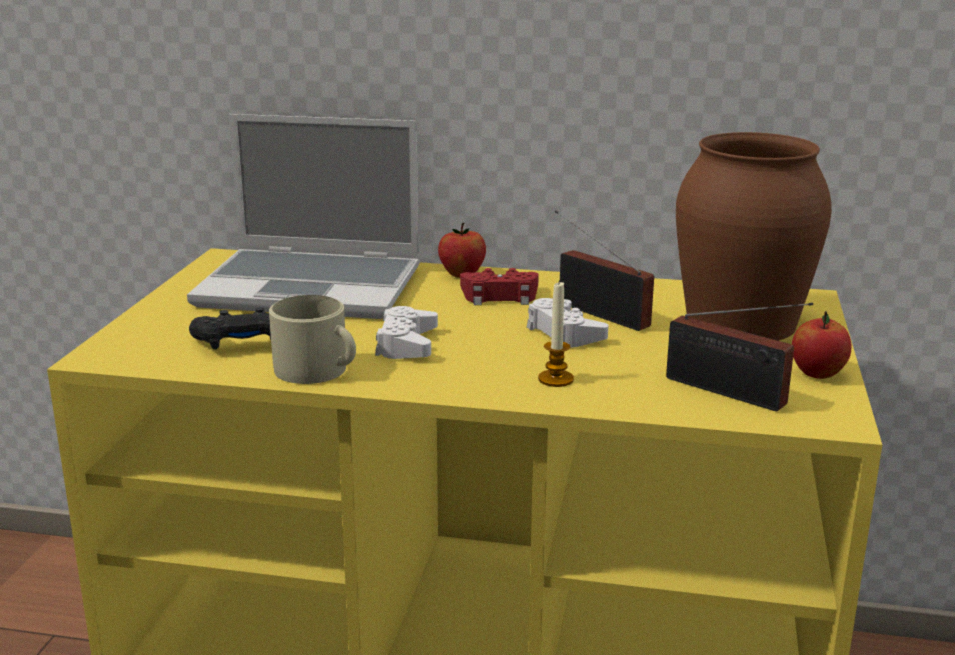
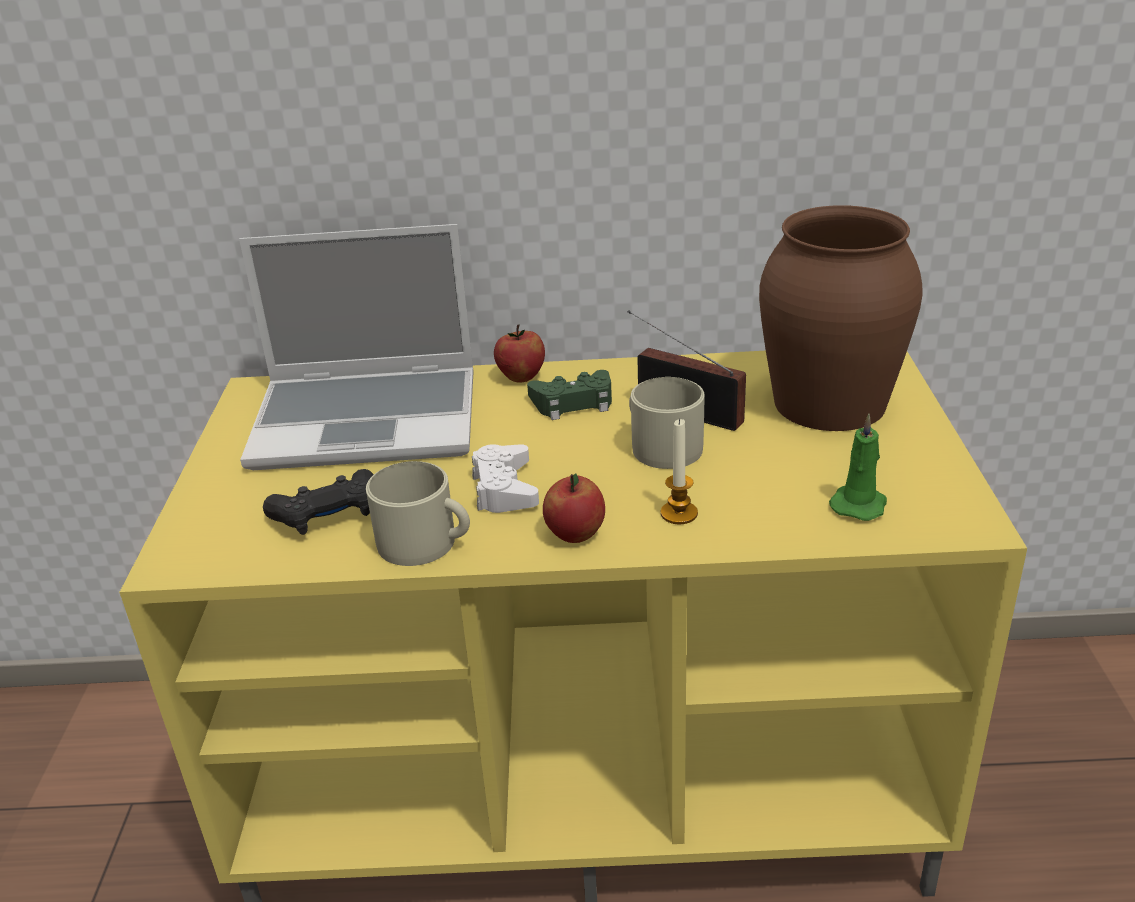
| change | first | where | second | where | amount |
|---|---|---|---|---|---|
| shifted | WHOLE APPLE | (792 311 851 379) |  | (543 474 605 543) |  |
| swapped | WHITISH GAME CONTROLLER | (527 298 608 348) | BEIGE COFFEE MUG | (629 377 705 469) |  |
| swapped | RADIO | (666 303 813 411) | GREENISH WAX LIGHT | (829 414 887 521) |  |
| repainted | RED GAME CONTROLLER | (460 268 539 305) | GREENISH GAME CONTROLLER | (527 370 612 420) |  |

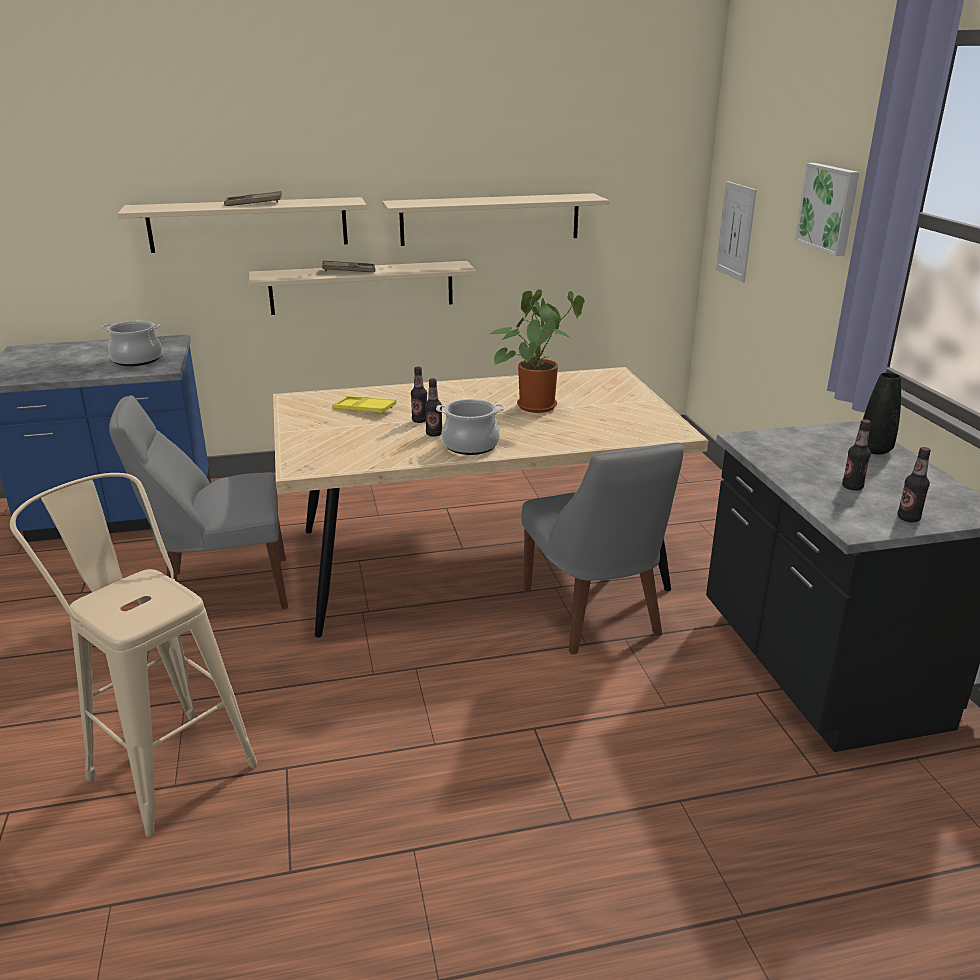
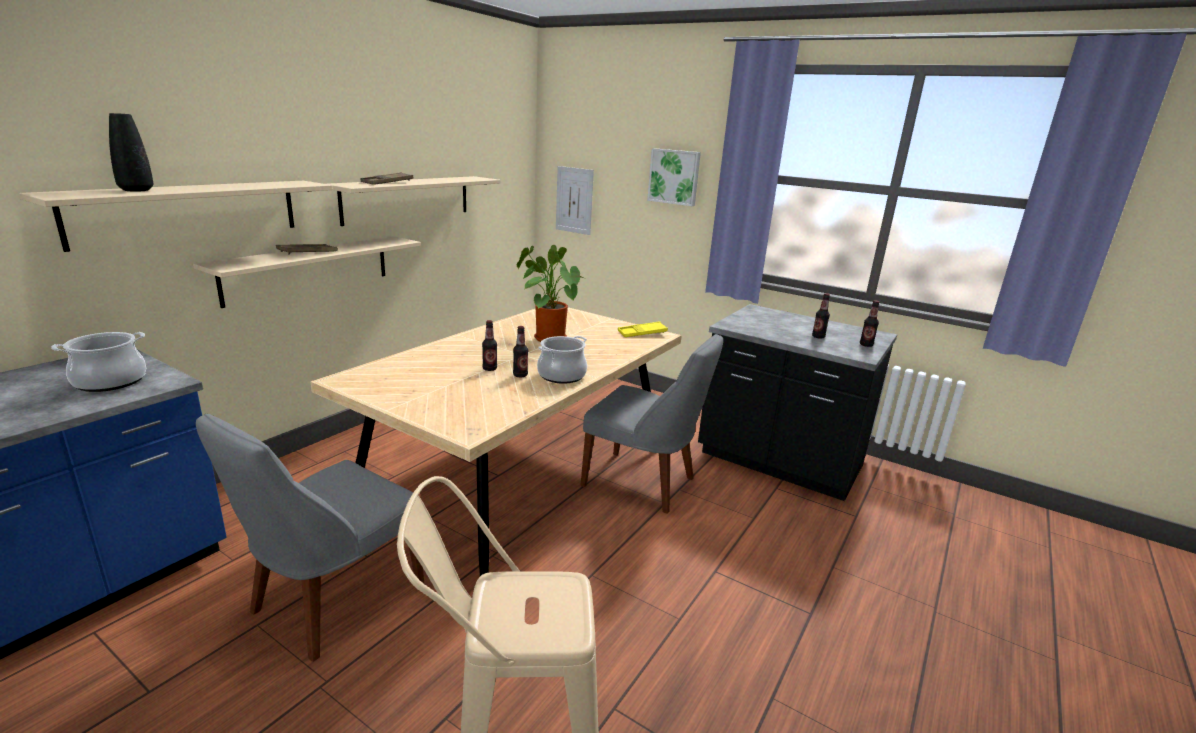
| change | first | where | second | where | amount |
|---|---|---|---|---|---|
| shifted | BROWN SERVING TRAY | (224 191 282 206) |  | (361 172 413 185) |  |
| shifted | YELLOW SERVING TRAY | (333 396 397 414) |  | (618 321 668 337) |  |
| shifted | BLACK-COLOURED FLOWER VASE | (863 372 901 455) |  | (109 113 153 192) |  |

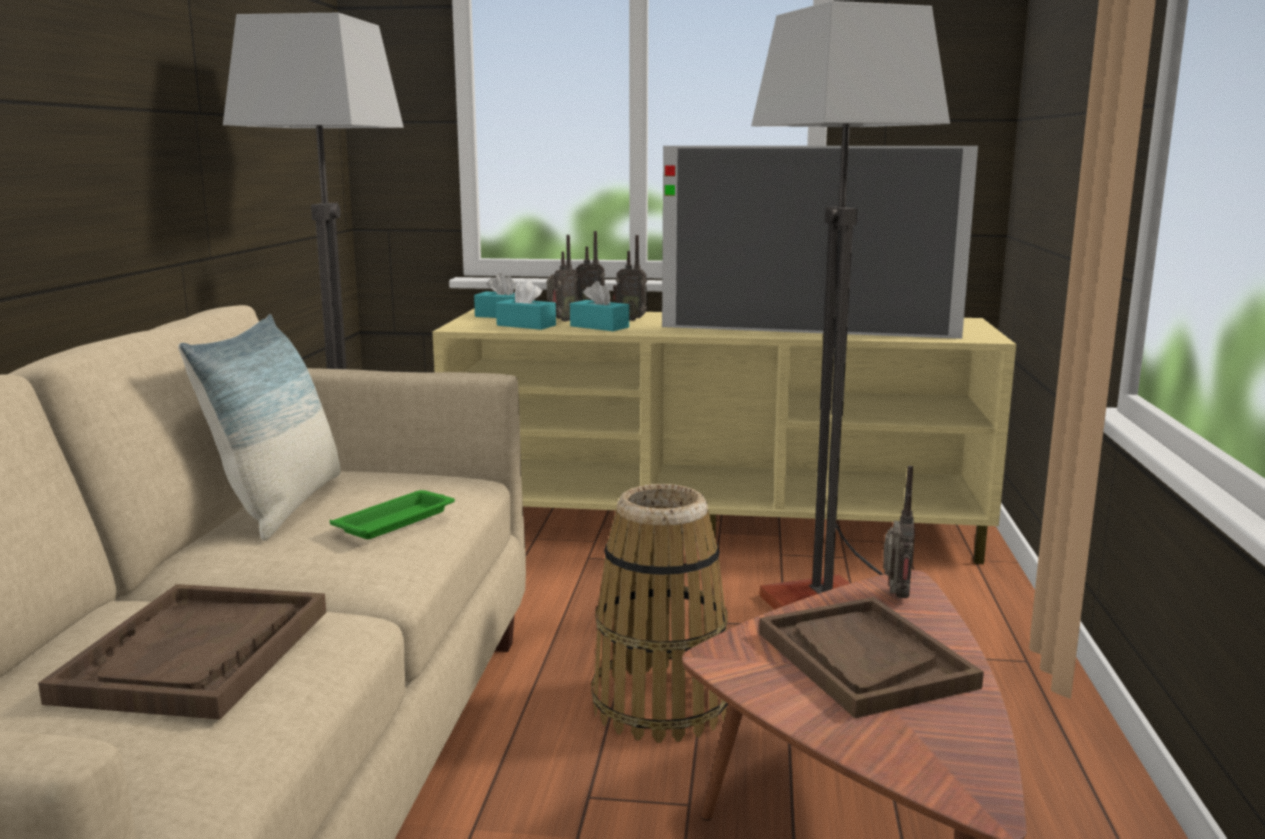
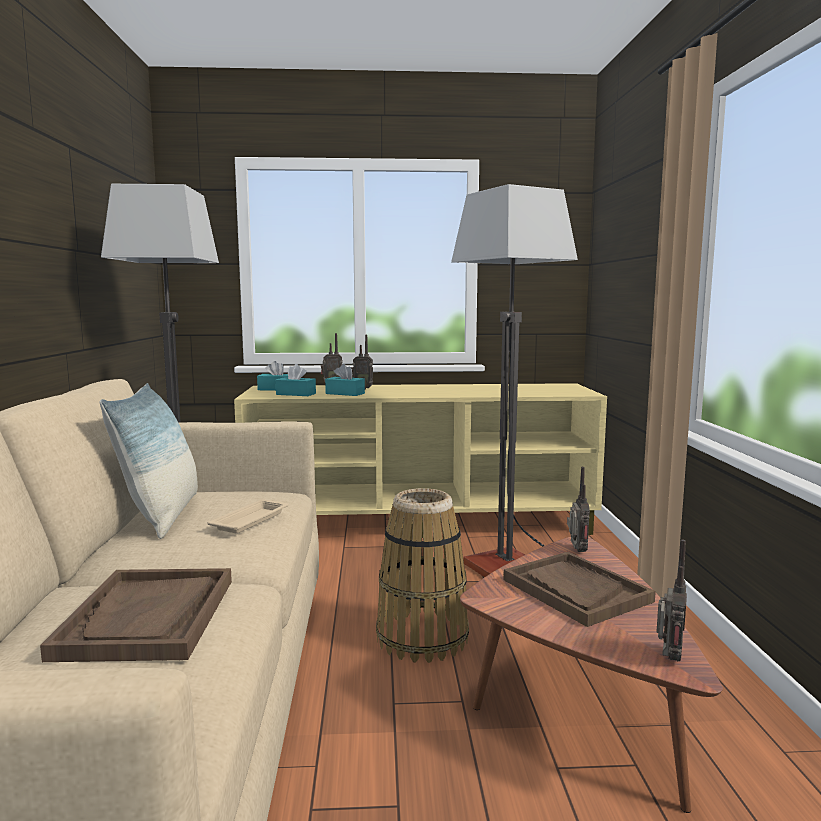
| change | first | where | second | where | amount |
|---|---|---|---|---|---|
| gone | TV | (662 146 978 339) |  |  |  |
| shifted | RADIO | (547 235 578 322) |  | (656 540 687 662) |  |
| repainted | GREENISH SERVING TRAY | (330 490 455 539) | BEIGE SERVING TRAY | (207 500 289 533) |  |

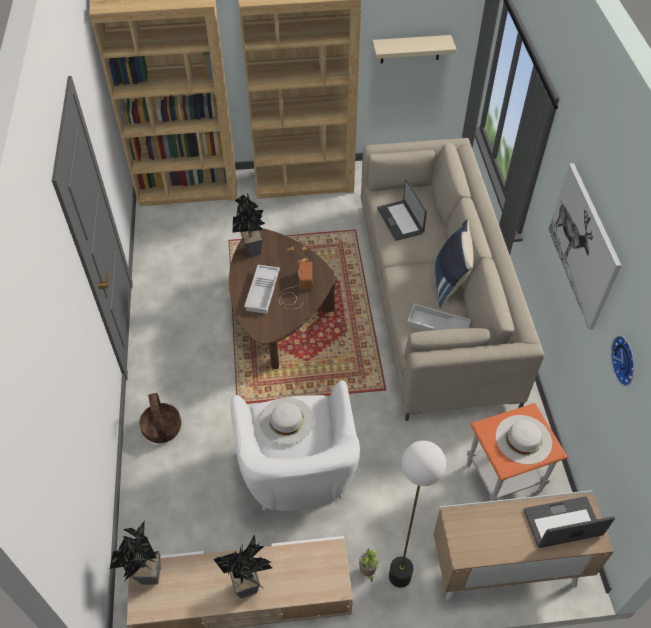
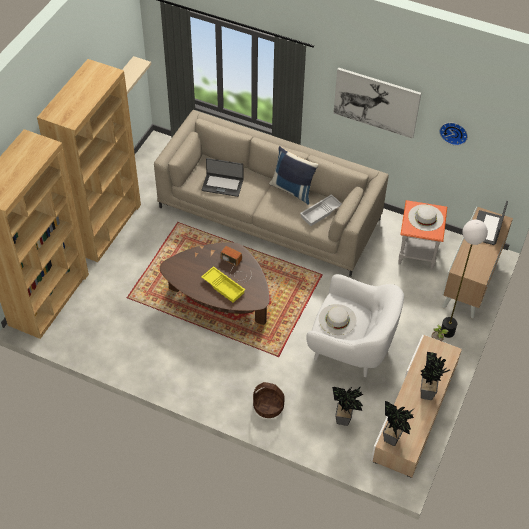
| change | first | where | second | where | amount |
|---|---|---|---|---|---|
| shifted | PLANT IN A POT | (233 194 265 257) |  | (332 386 363 426) |  |
| repainted | WHITISH SERVING TRAY | (244 265 280 314) | YELLOW SERVING TRAY | (201 266 245 303) |  |

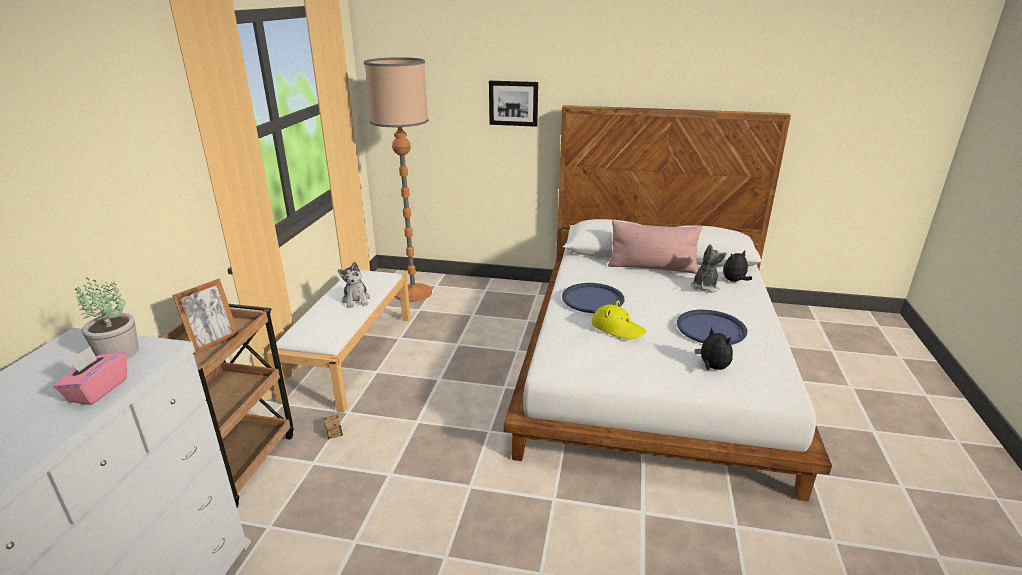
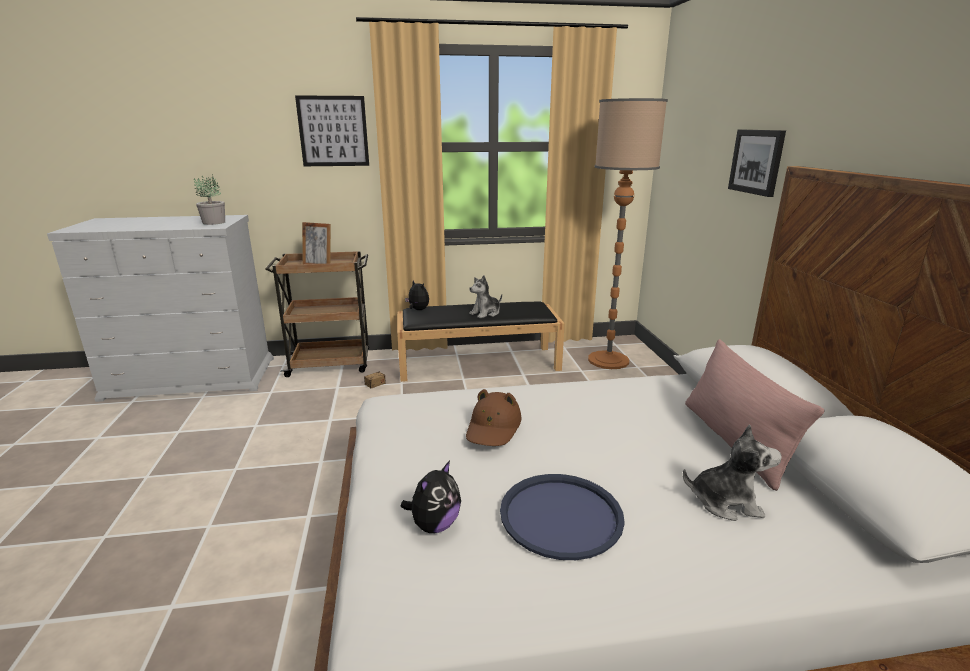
| change | first | where | second | where | amount |
|---|---|---|---|---|---|
| gone | PINK-COLOURED TISSUE HOLDER | (54 346 127 405) |  |  |  |
| gone | BLUISH SERVING TRAY | (562 283 624 313) |  |  |  |
| new |  |  | PICTURE | (295 95 369 166) |  |
| shifted | SOFT TOY | (723 251 752 282) |  | (405 281 429 310) |  |
| repainted | WHITISH INDOOR BENCH | (267 270 410 413) | BLACK-COLOURED INDOOR BENCH | (397 302 565 382) |  |
| repainted | YELLOW CLOTHING HAT | (592 300 646 339) | BROWN CLOTHING HAT | (466 389 521 446) |  |

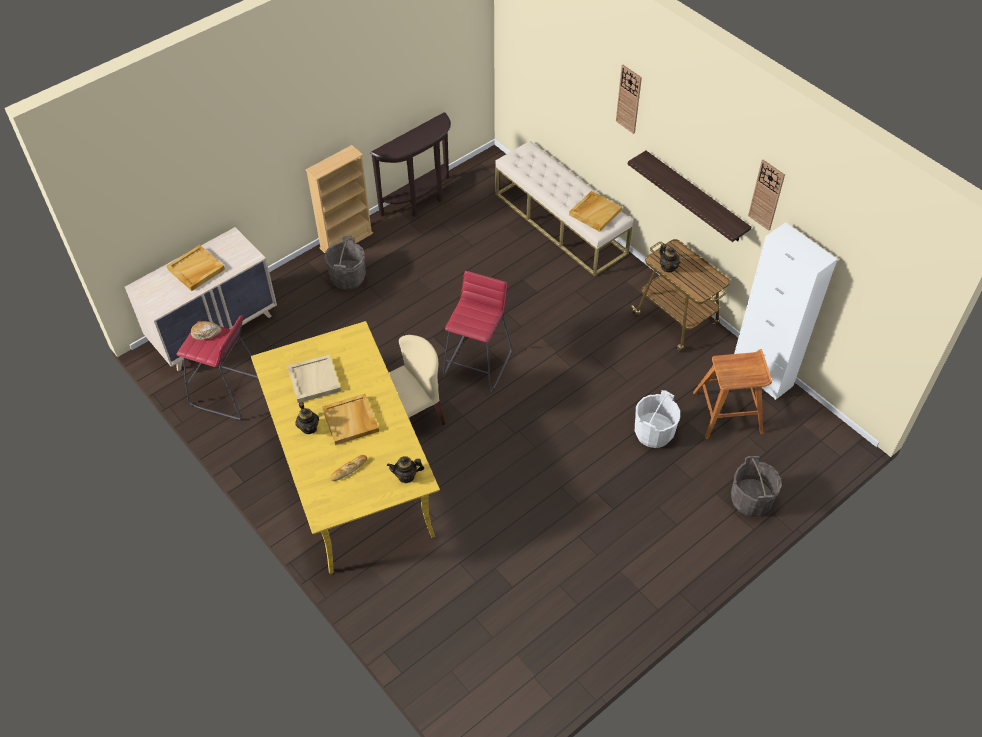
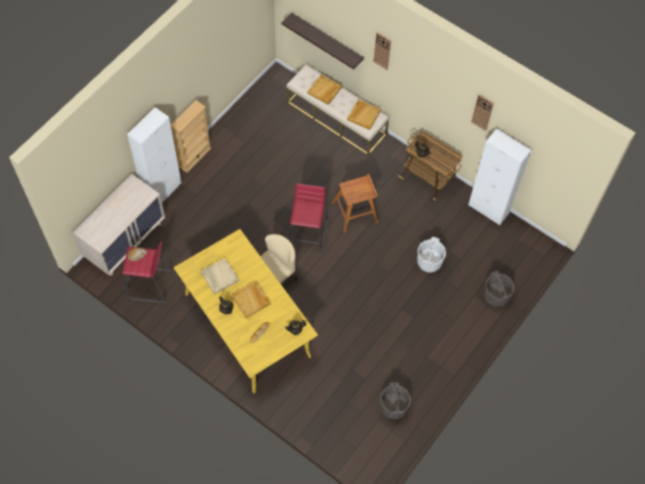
| change | first | where | second | where | amount |
|---|---|---|---|---|---|
| gone | BROWN NARROW TABLE | (370 112 451 217) |  |  |  |
| new |  |  | WHITISH CABINET | (127 107 182 202) |  |
| shifted | BEIGE SERVING TRAY | (167 245 225 291) |  | (307 75 342 105) |  |
| shifted | GREYISH BUCKET | (324 236 366 290) |  | (380 382 411 419) |  |
| shifted | WALL SHELF | (628 151 751 242) |  | (281 12 364 69) |  |
| shifted | BROWN SITTING STOOL | (693 349 772 439) |  | (332 174 378 233) |  |

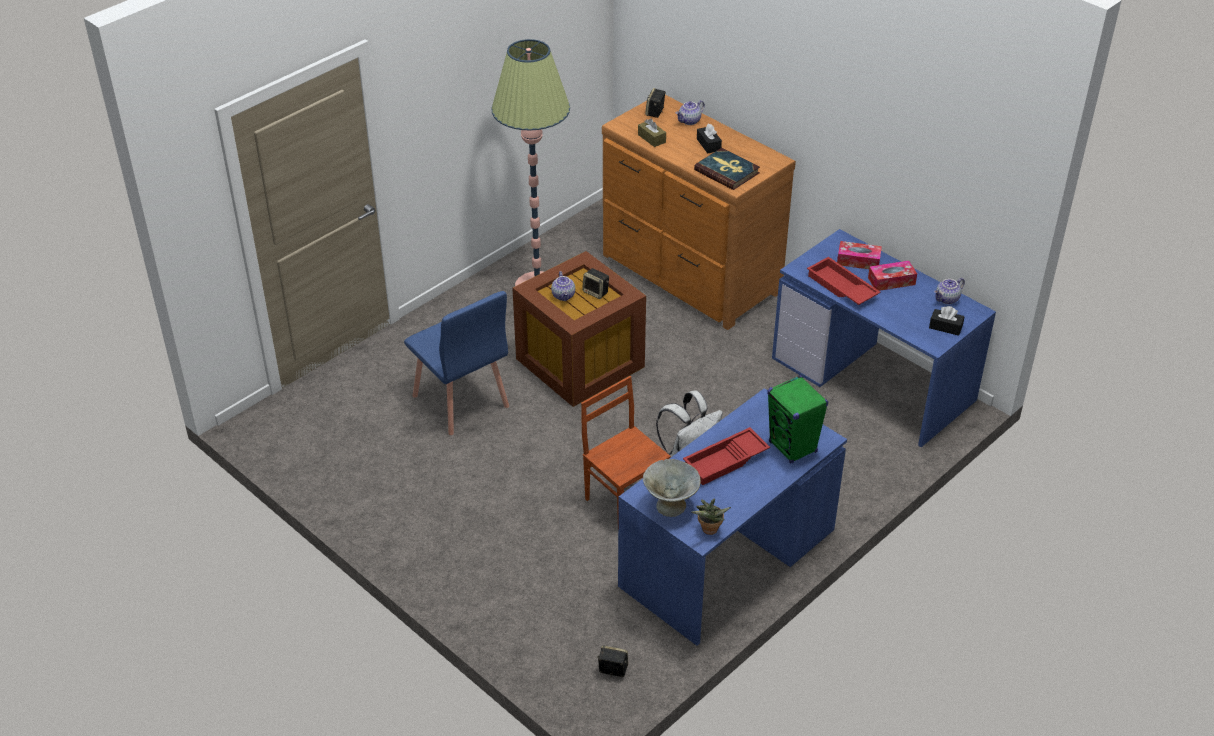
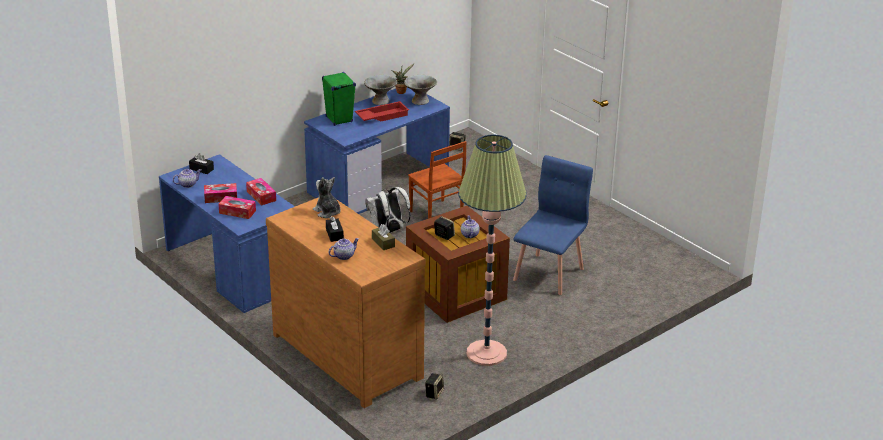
| change | first | where | second | where | amount |
|---|---|---|---|---|---|
| new |  |  | GREYISH BOWL | (364 75 398 105) |  |
| shifted | AUDIO SPEAKER | (645 88 666 118) |  | (425 373 444 400) |  |
| swapped | VOLUME | (694 148 760 190) | SOFT TOY | (313 177 341 218) |  |
| swapped | RED SERVING TRAY | (807 257 881 305) | TISSUE HOLDER | (246 178 276 206) |  |
| rotated | BLUISH PLAIN CHAIR | (404 291 509 435) |  | (513 155 593 295) | 60 degrees clockwise |

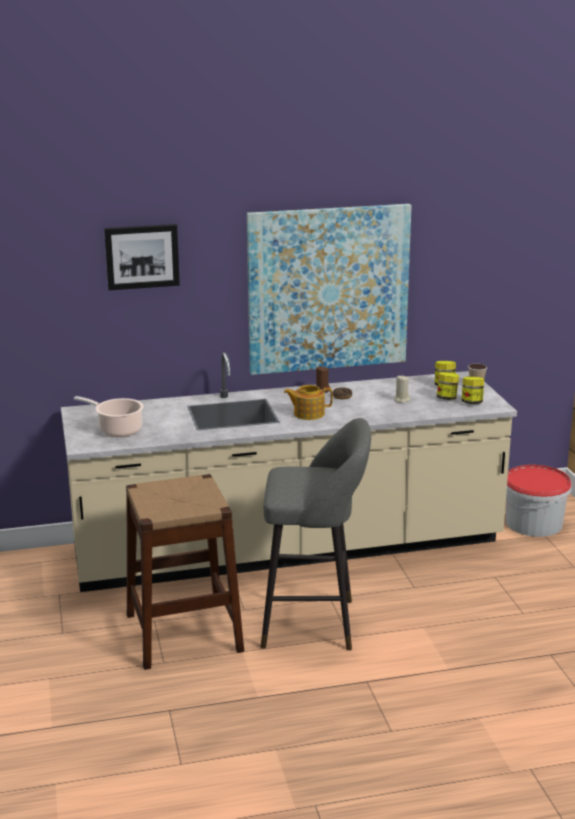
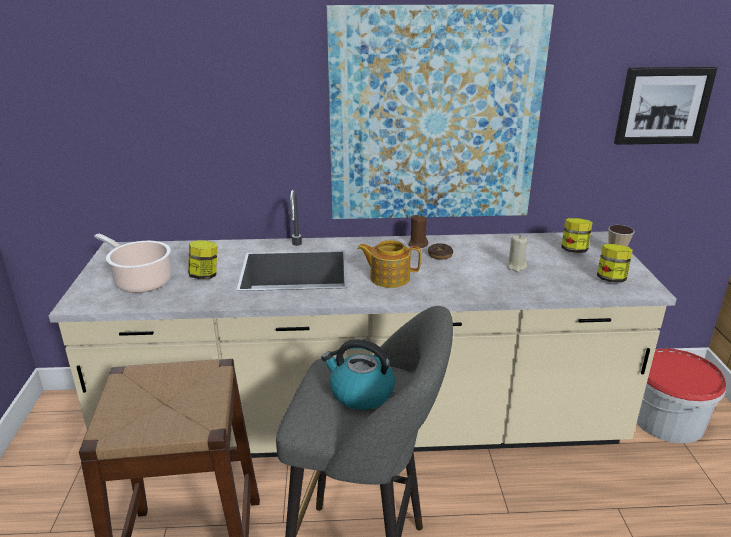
| change | first | where | second | where | amount |
|---|---|---|---|---|---|
| new |  |  | WATER KETTLE | (321 339 395 410) |  |
| shifted | PICTURE | (104 224 180 290) |  | (614 67 717 145) |  |
| shifted | STORAGE JAR | (436 372 459 400) |  | (188 240 218 279) |  |

